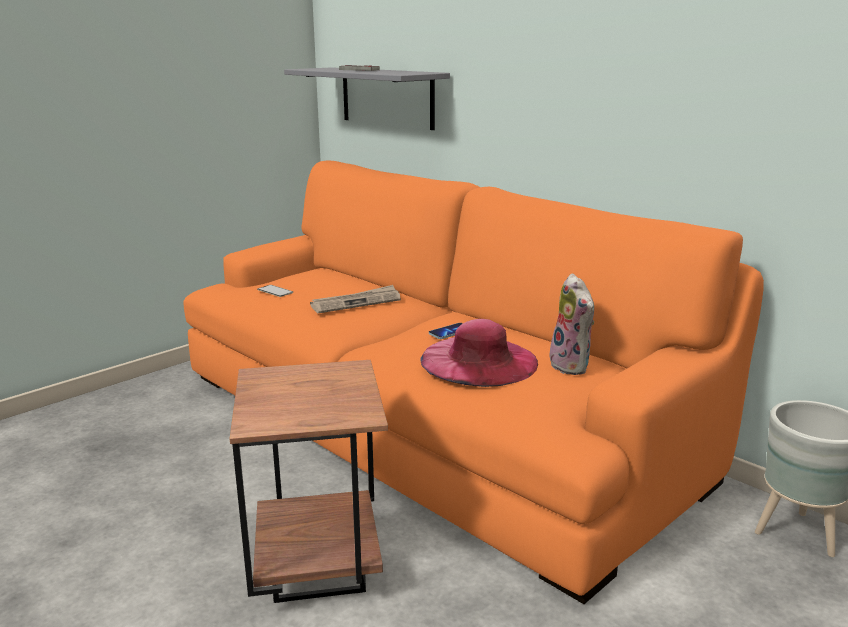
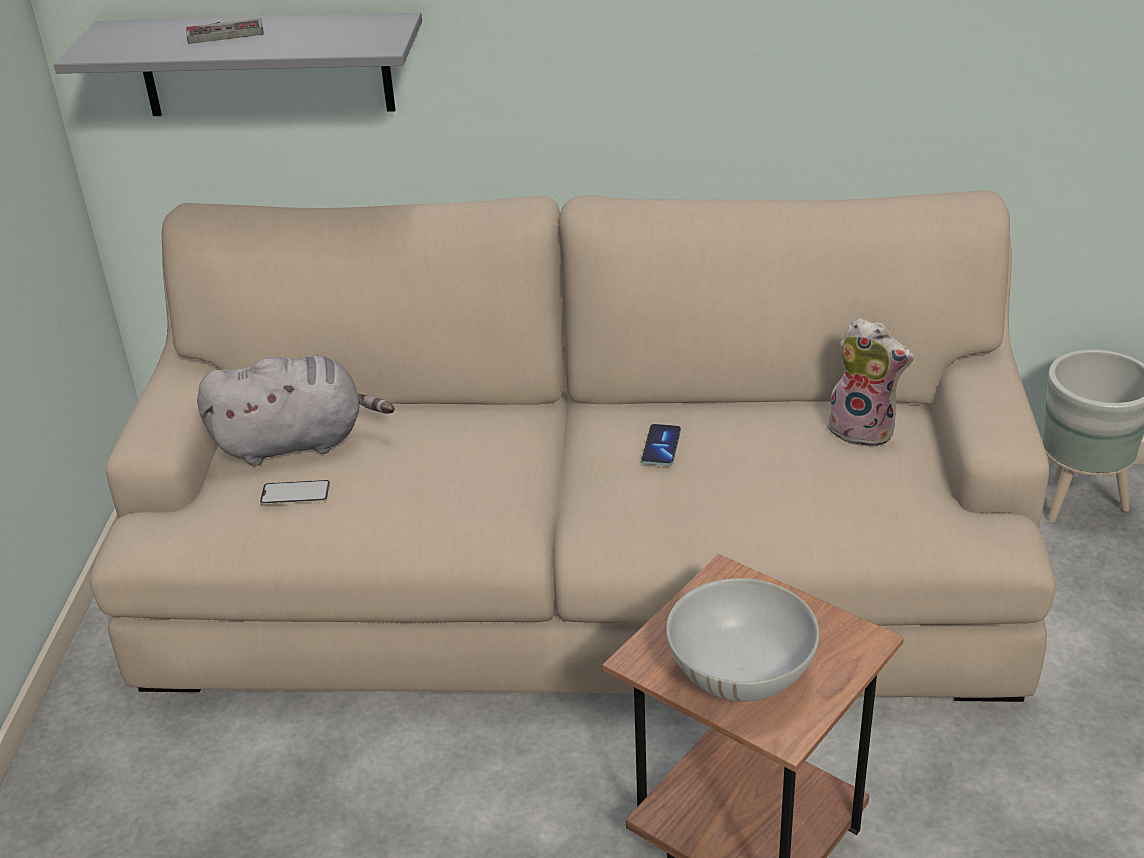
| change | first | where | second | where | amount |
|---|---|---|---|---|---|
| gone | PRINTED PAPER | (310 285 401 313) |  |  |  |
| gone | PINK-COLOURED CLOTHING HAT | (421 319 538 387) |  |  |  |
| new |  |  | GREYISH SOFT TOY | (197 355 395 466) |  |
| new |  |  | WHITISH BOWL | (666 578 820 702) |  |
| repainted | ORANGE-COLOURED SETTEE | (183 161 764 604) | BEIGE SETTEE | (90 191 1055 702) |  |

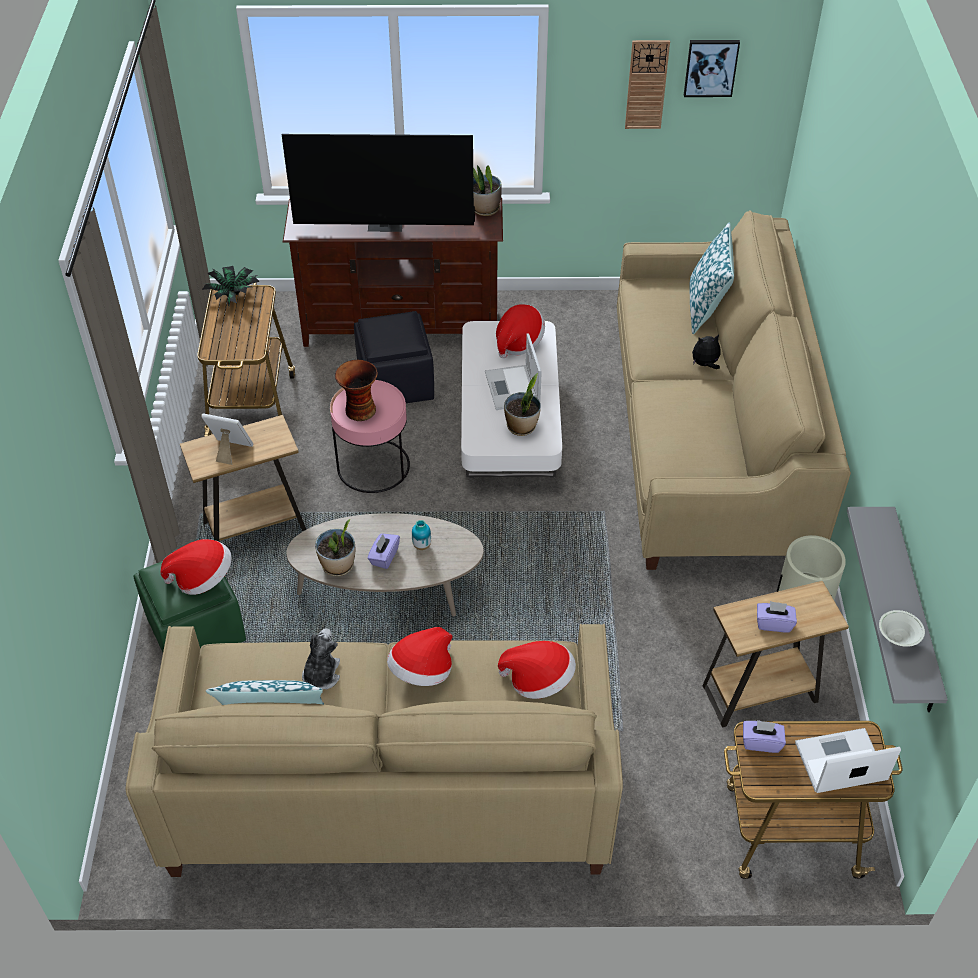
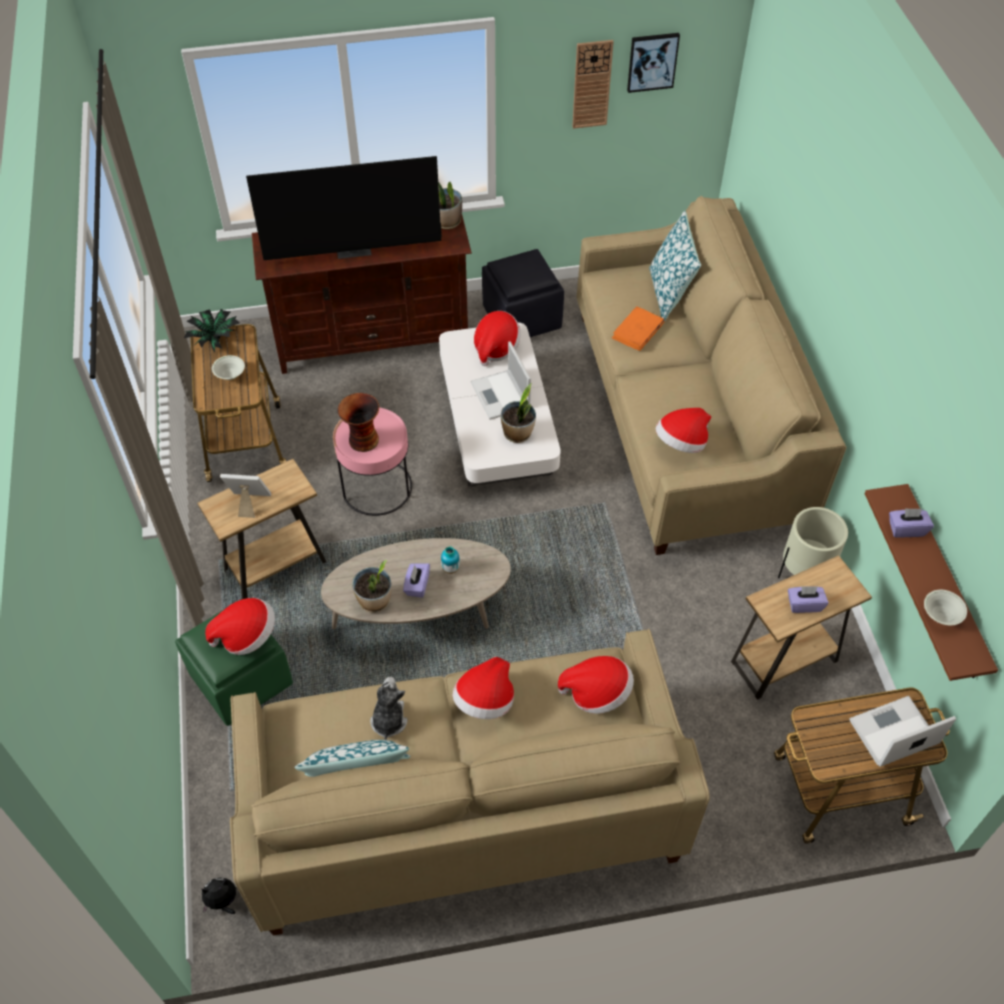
| change | first | where | second | where | amount |
|---|---|---|---|---|---|
| new |  |  | WHITISH BOWL | (212 355 245 380) |  |
| new |  |  | ORANGE-COLOURED VOLUME | (612 306 664 351) |  |
| new |  |  | CLOTHING HAT | (656 408 711 453) |  |
| shifted | BLACK-COLOURED POUFFE | (354 311 434 403) |  | (482 249 564 337) |  |
| shifted | SOFT TOY | (692 334 721 369) |  | (202 878 236 914) |  |
| shifted | PURPLE-COLOURED TISSUE HOLDER | (743 720 786 753) |  | (889 508 934 538) |  |
| repainted | GREYISH WALL SHELF | (847 507 948 712) | BROWN WALL SHELF | (865 484 998 681) |  |

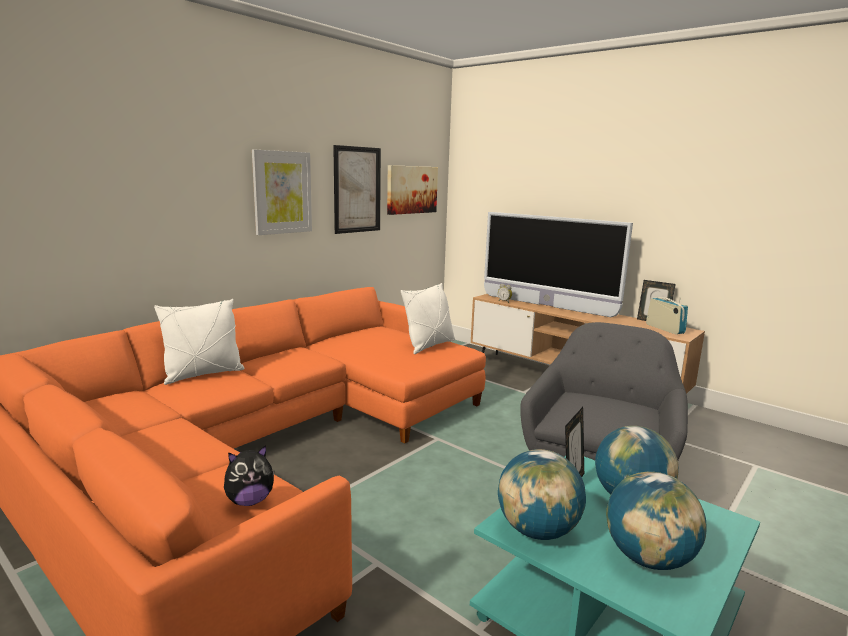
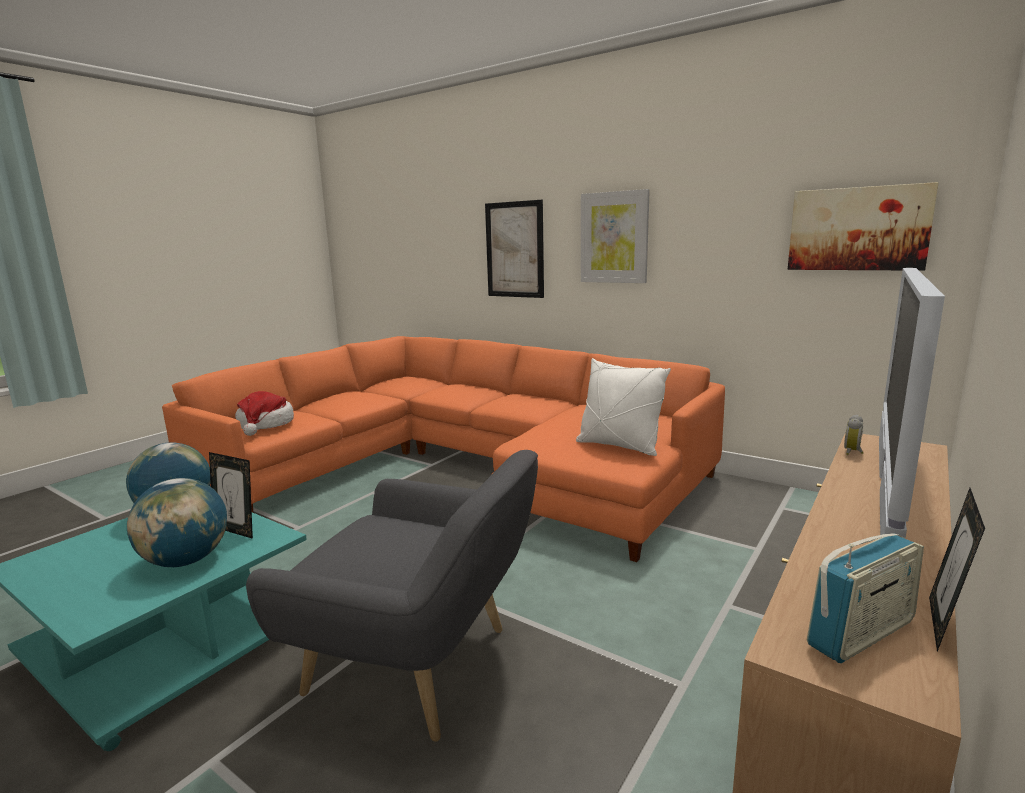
| change | first | where | second | where | amount |
|---|---|---|---|---|---|
| gone | WHITISH THROW PILLOW | (154 299 245 385) |  |  |  |
| gone | WORLD GLOBE | (606 472 706 570) |  |  |  |
| shifted | PICTURE | (333 145 381 234) |  | (485 200 544 298) |  |
| swapped | SOFT TOY | (224 445 275 506) | CLOTHING HAT | (235 391 294 436) |  |

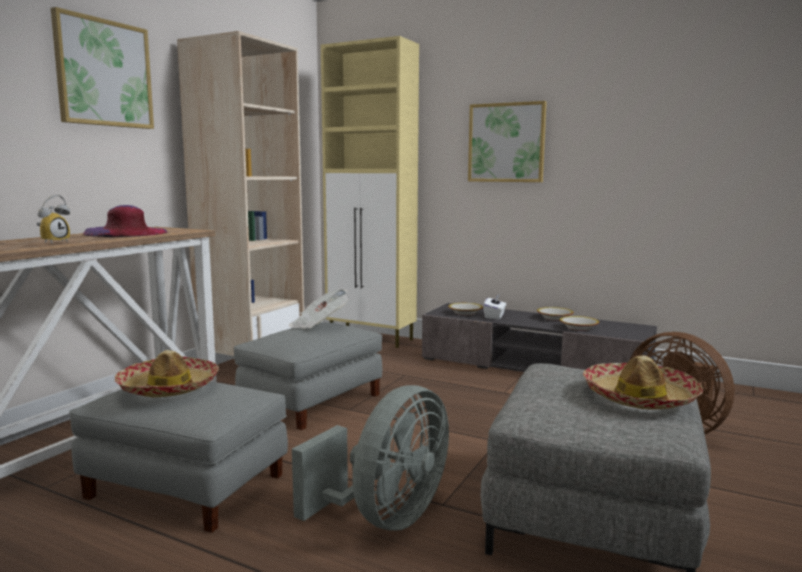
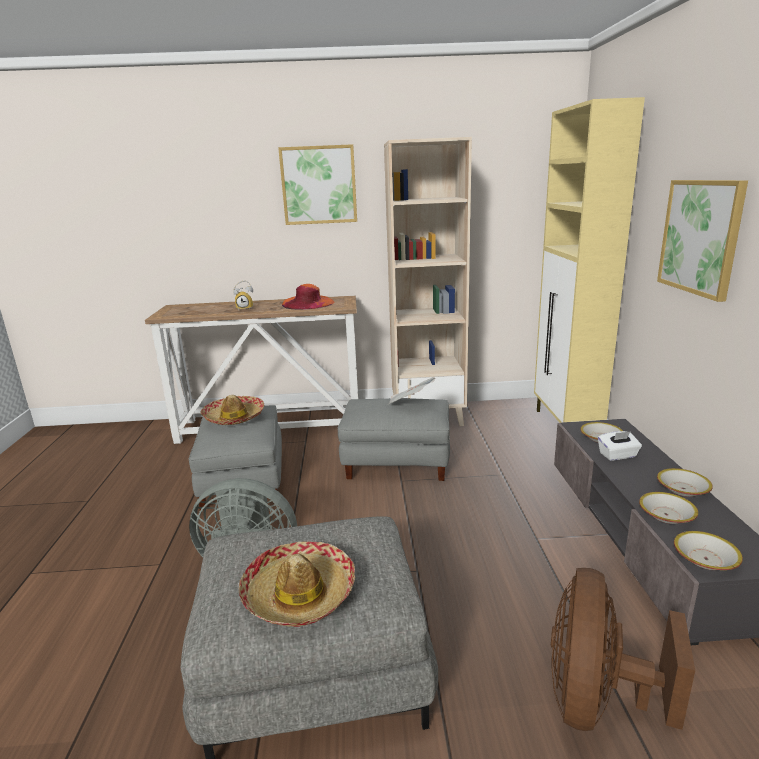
| change | first | where | second | where | amount |
|---|---|---|---|---|---|
| new |  |  | BOWL | (674 531 743 570) |  |
| repainted | PURPLE-COLOURED CLOTHING HAT | (83 205 167 237) | ORANGE-COLOURED CLOTHING HAT | (282 284 334 310) |  |

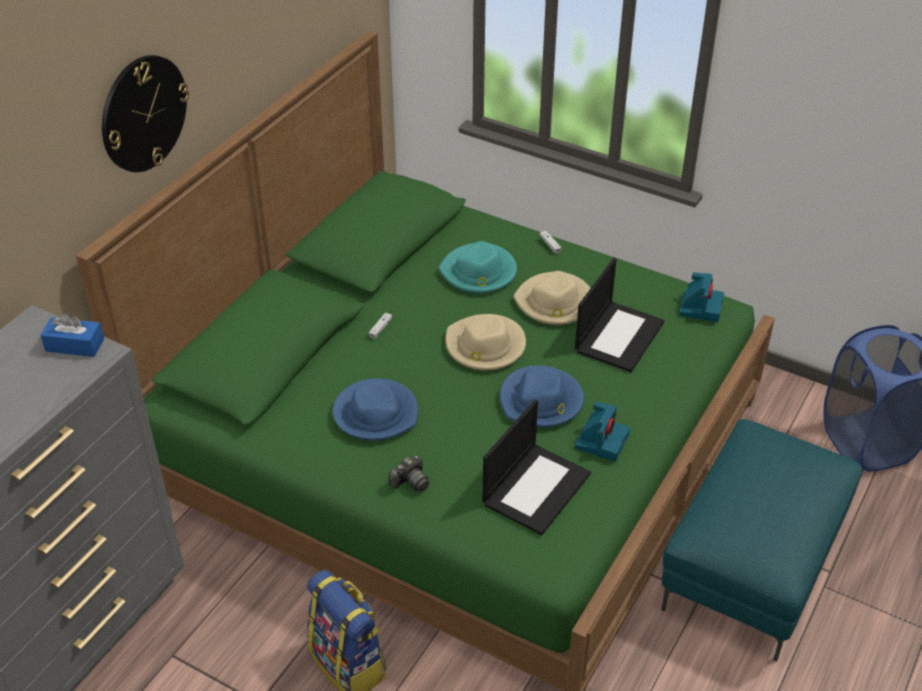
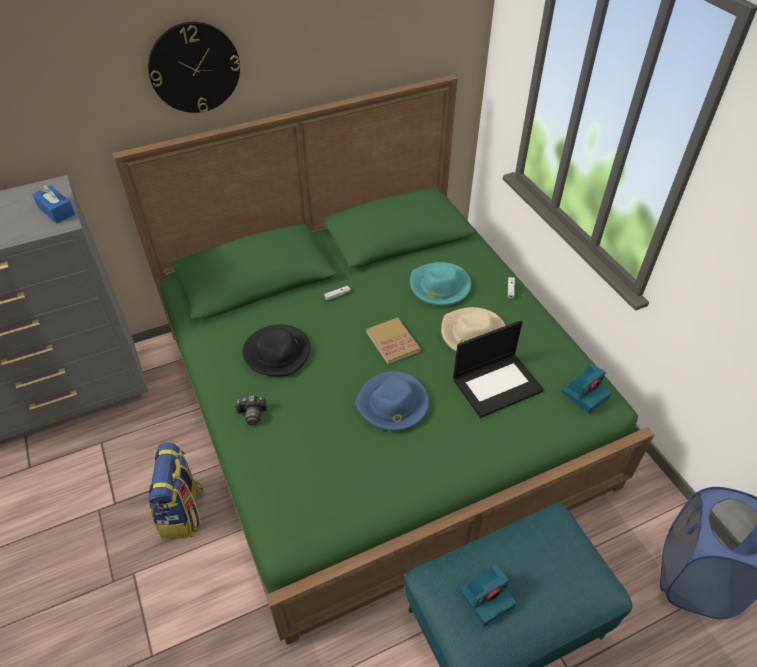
| change | first | where | second | where | amount |
|---|---|---|---|---|---|
| gone | LAPTOP | (482 400 591 535) |  |  |  |
| shifted | PHOTO CAMERA | (574 402 630 462) |  | (460 564 516 627) |  |
| swapped | BEIGE CLOTHING HAT | (446 314 526 371) | VOLUME | (367 317 421 365) |  |
| repainted | BLUISH CLOTHING HAT | (333 378 418 441) | BLACK-COLOURED CLOTHING HAT | (243 324 310 376) |  |

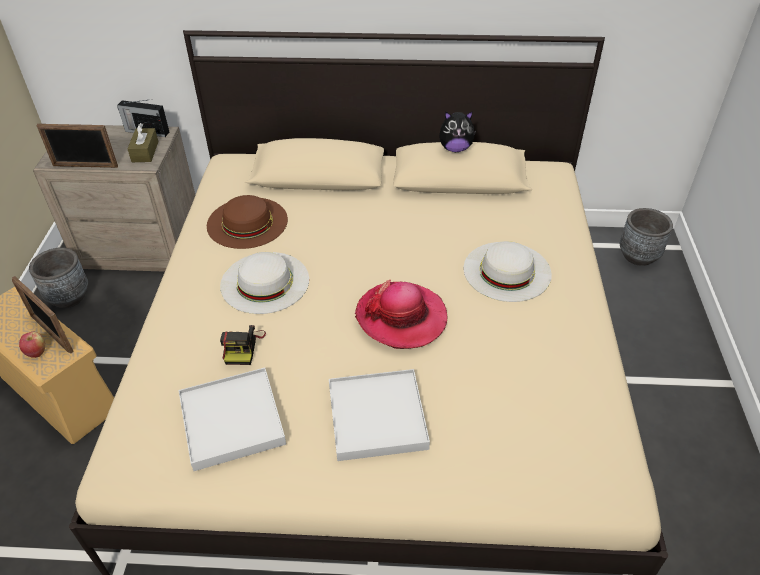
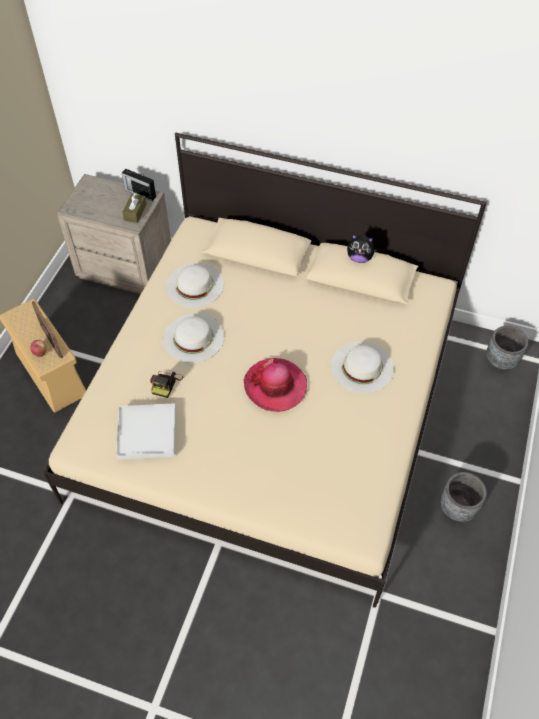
| change | first | where | second | where | amount |
|---|---|---|---|---|---|
| gone | PHOTO FRAME | (36 124 118 168) |  |  |  |
| gone | WHITISH SERVING TRAY | (329 369 430 461) |  |  |  |
| shifted | GREYISH PLANT POT | (29 247 88 308) |  | (440 472 487 522) |  |
| repainted | BROWN CLOTHING HAT | (207 195 288 249) | WHITISH CLOTHING HAT | (165 263 224 308) |  |

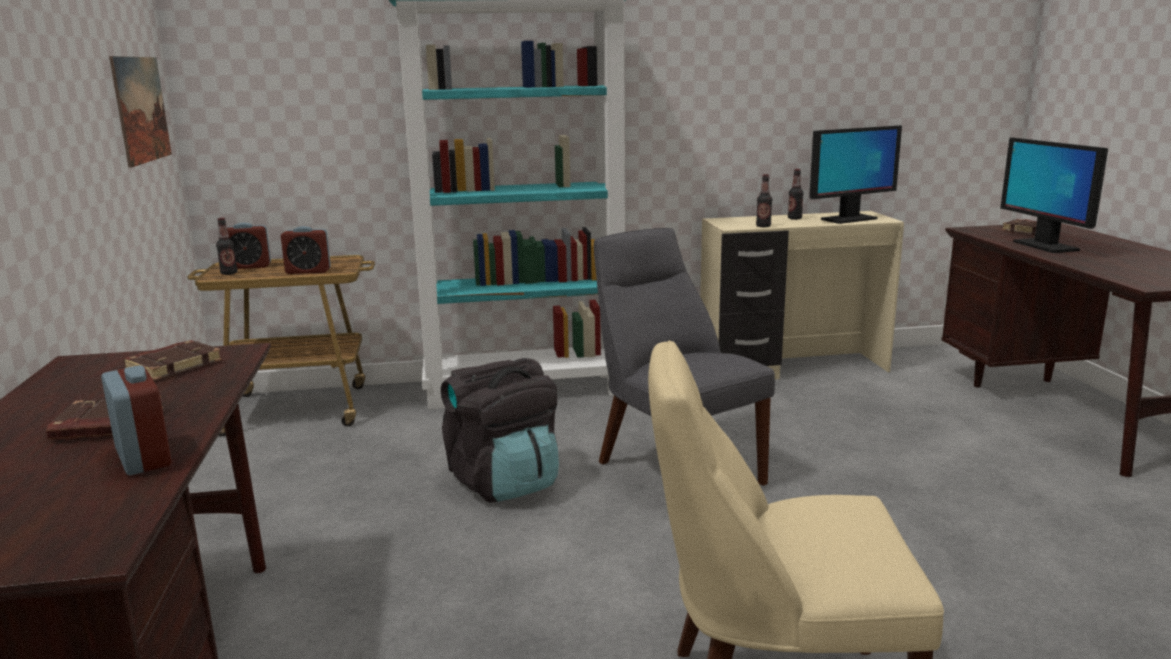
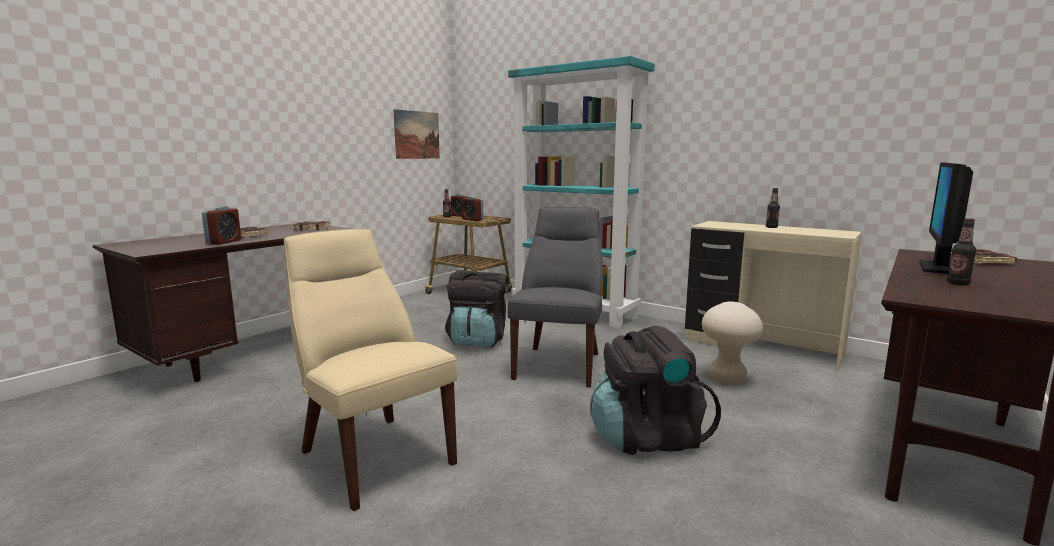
| change | first | where | second | where | amount |
|---|---|---|---|---|---|
| gone | COMPUTER SCREEN | (809 125 902 224) |  |  |  |
| new |  |  | BLACK-COLOURED BACKPACK | (590 325 721 455) |  |
| new |  |  | BEIGE SITTING STOOL | (702 302 763 385) |  |
| shifted | BOTTLE | (756 174 772 227) |  | (947 218 976 285) |  |

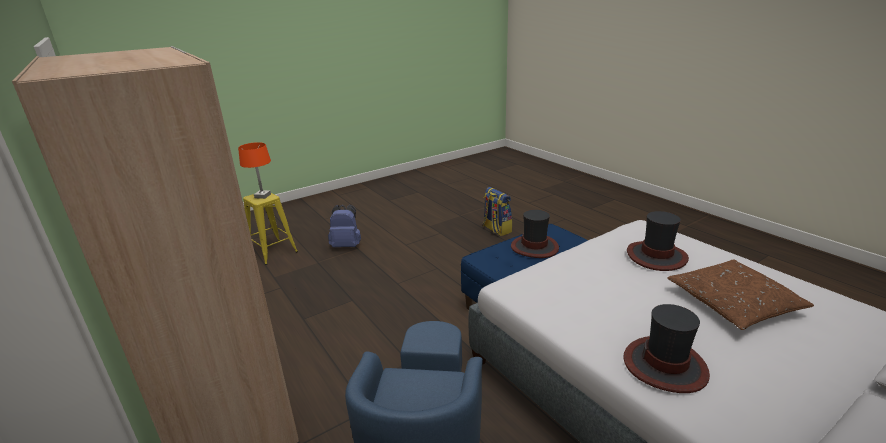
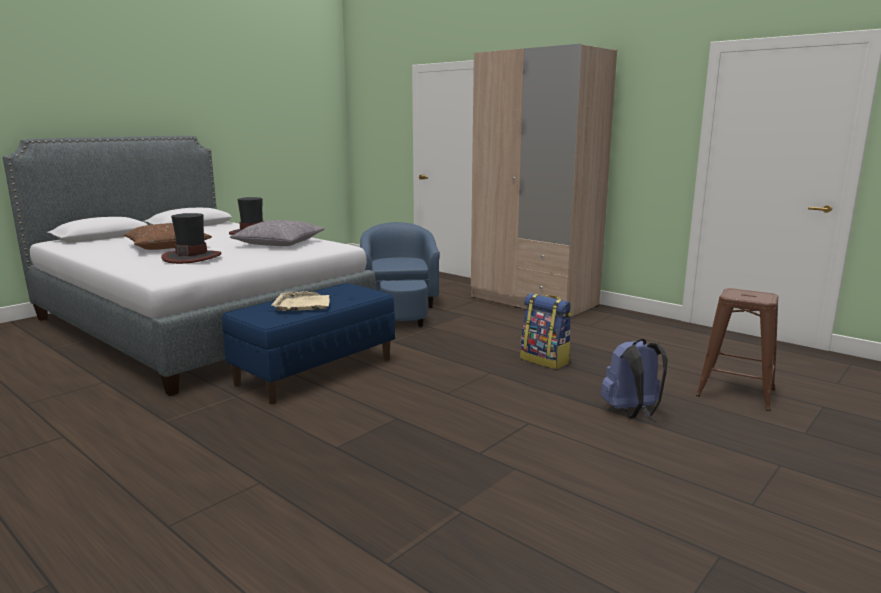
| change | first | where | second | where | amount |
|---|---|---|---|---|---|
| gone | ORANGE-COLOURED TABLE LAMP | (238 142 271 199) |  |  |  |
| new |  |  | GREYISH THROW PILLOW | (230 220 325 246) |  |
| shifted | BACKPACK | (483 187 512 236) |  | (520 293 572 369) |  |
| swapped | CLOTHING HAT | (511 210 559 258) | BEIGE SERVING TRAY | (272 291 330 311) |  |
| repainted | YELLOW SITTING STOOL | (243 193 298 265) | BROWN SITTING STOOL | (696 288 778 411) |  |

